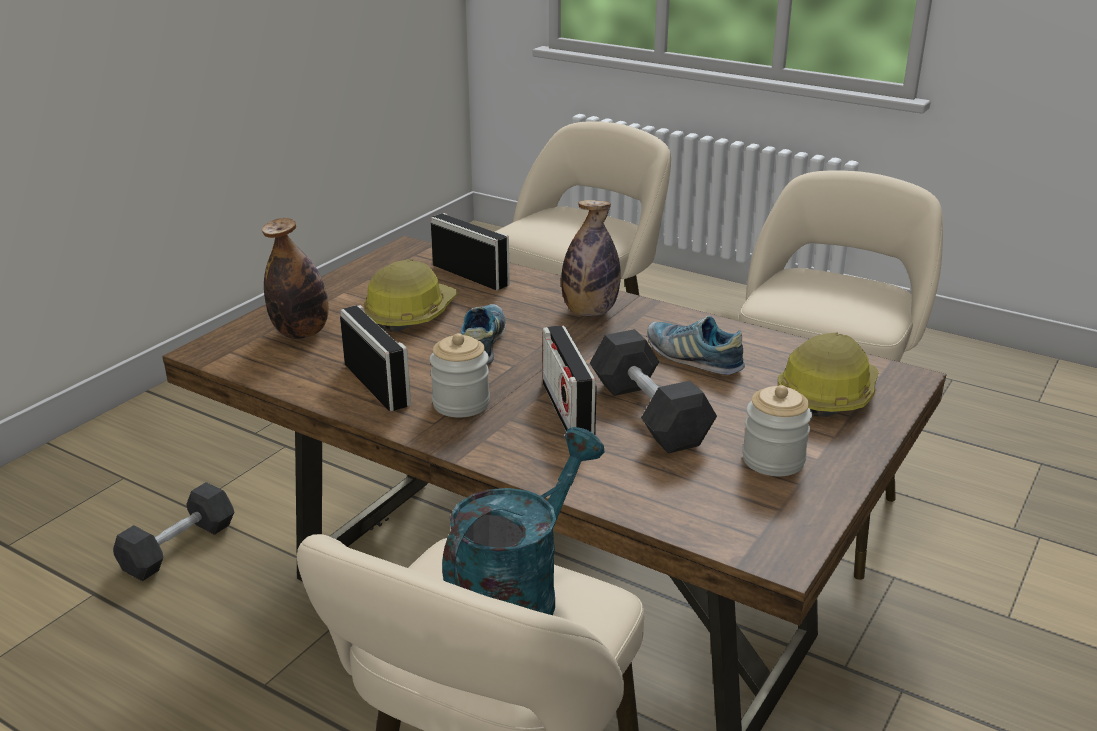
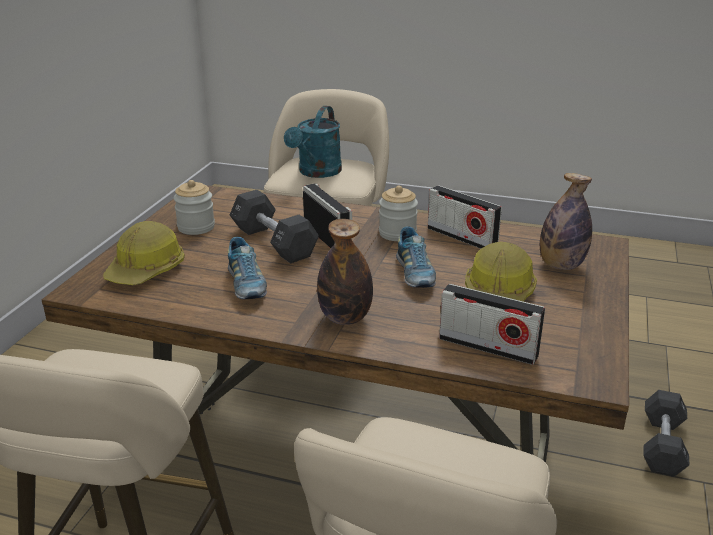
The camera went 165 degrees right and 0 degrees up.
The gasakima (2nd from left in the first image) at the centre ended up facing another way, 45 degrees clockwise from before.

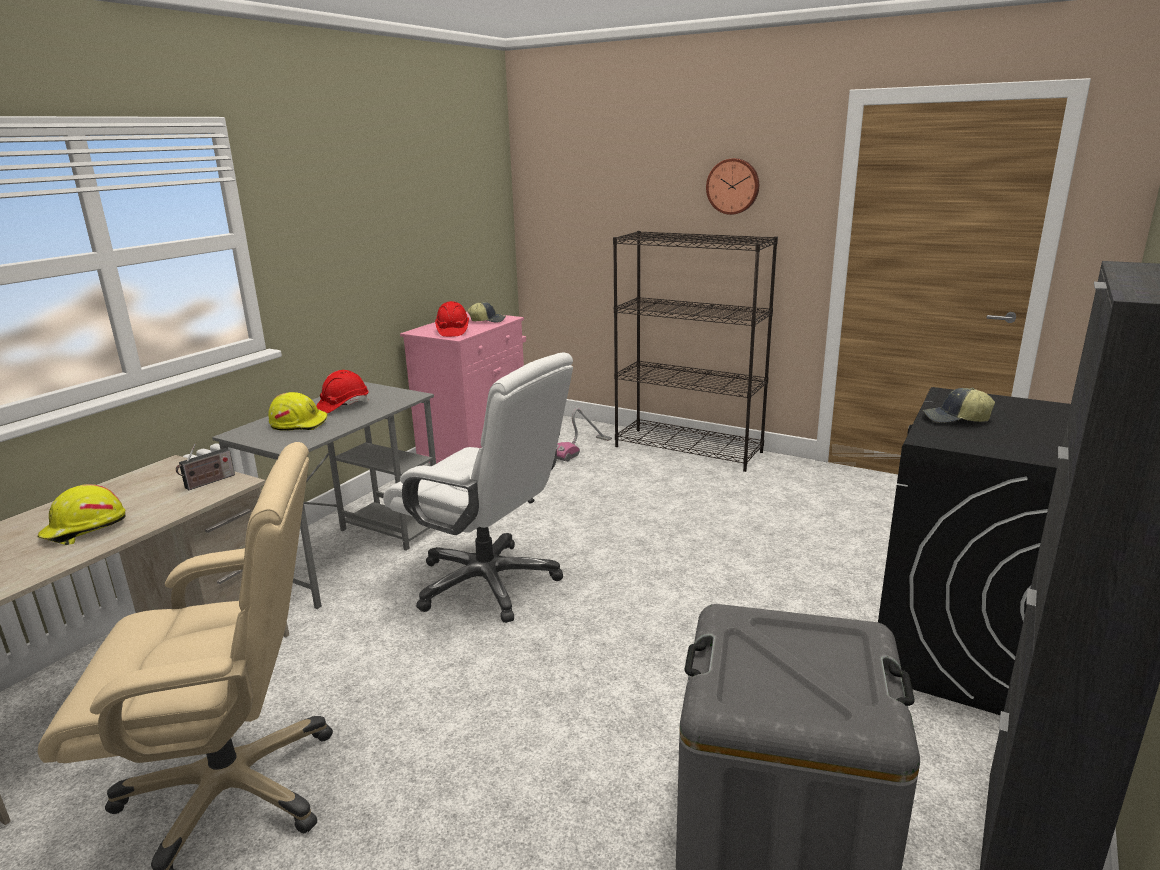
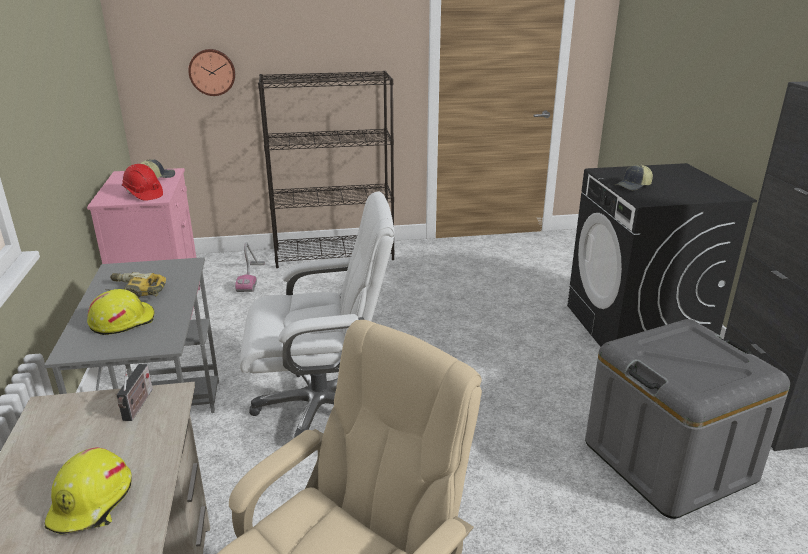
The camera went 40 degrees left and 5 degrees up.
Where the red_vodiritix (1st from left) stood at the middle left, the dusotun came to stand at the middle left.
The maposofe ended up elsewhere, having gone from the top centre to the top left.

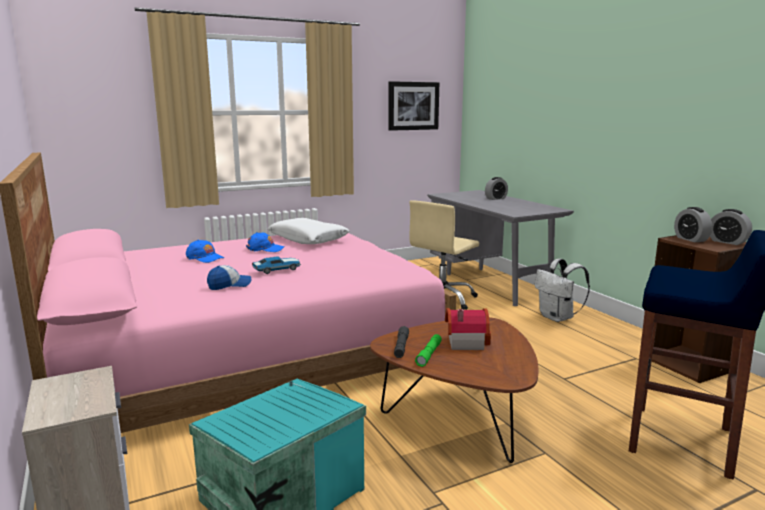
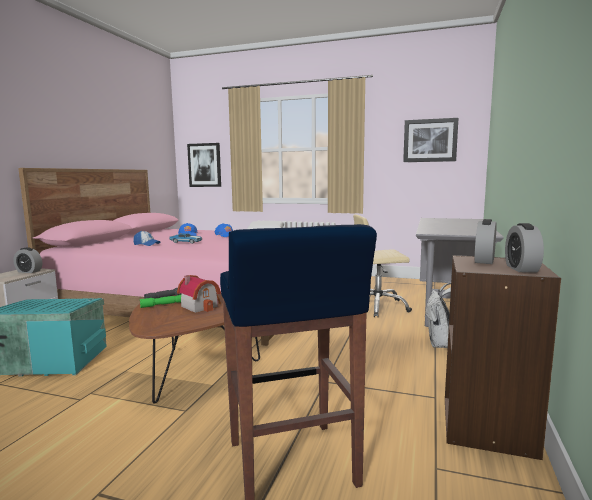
The camera went 45 degrees right and 5 degrees down.
The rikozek (1st from left) ended up elsewhere, having gone from the centre to the middle left.
The second view gained the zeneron (1st from left) at the top centre.

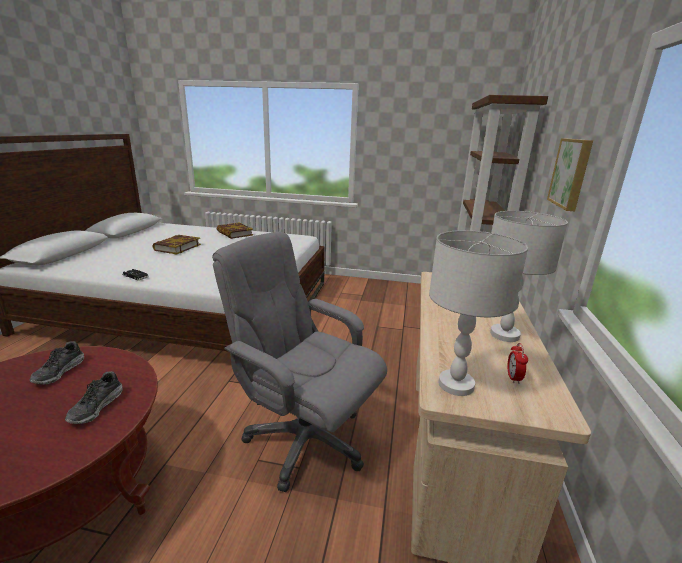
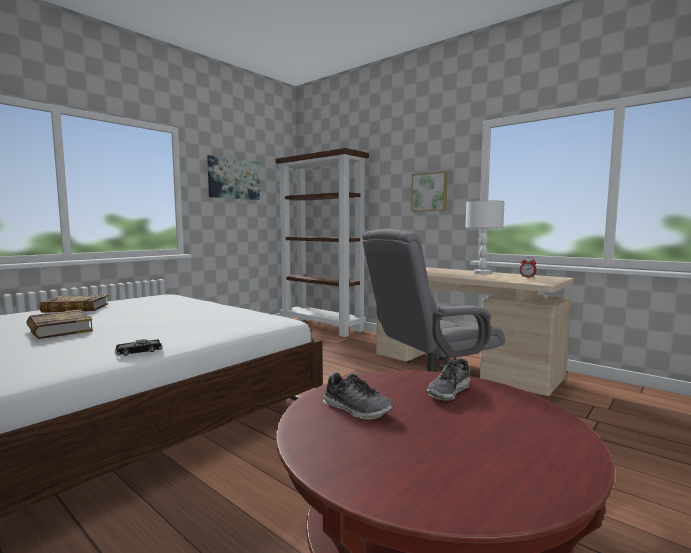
The camera went 60 degrees left and 15 degrees down.
The second view gained the zeneron (1st from left) at the top centre.
The gasakima (2nd from left) at the bottom left ended up facing another way, 90 degrees clockwise from before.
The second view lost the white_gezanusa (1st from left) at the middle right.

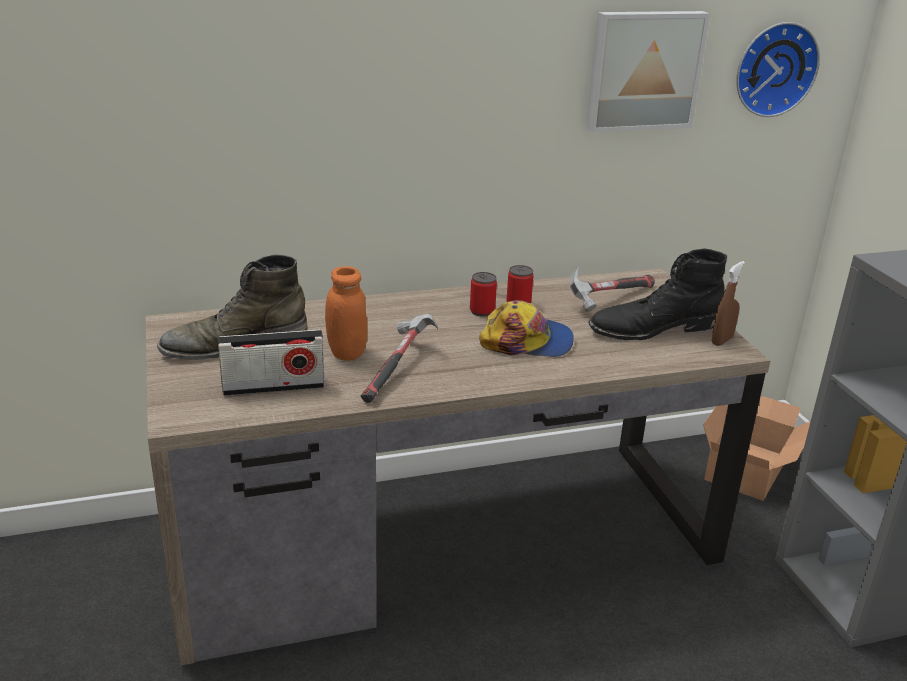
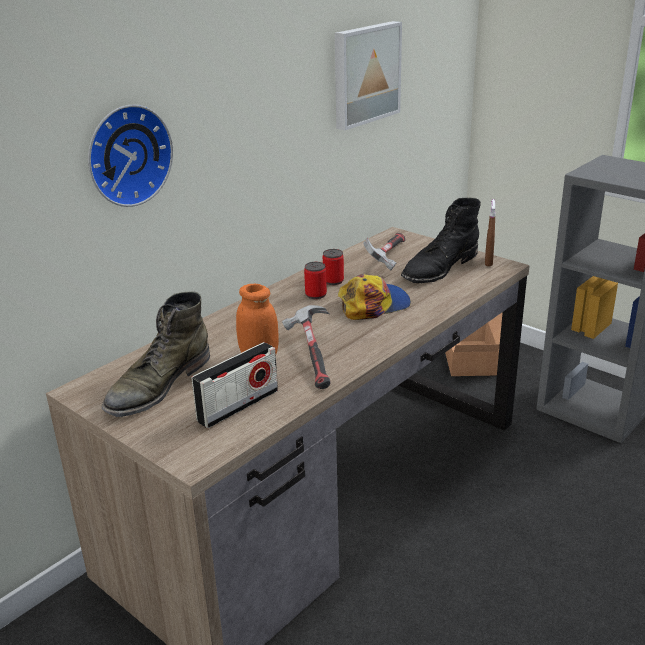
The camera went 30 degrees left and 0 degrees up.
The maposofe ended up elsewhere, having gone from the top right to the top left.

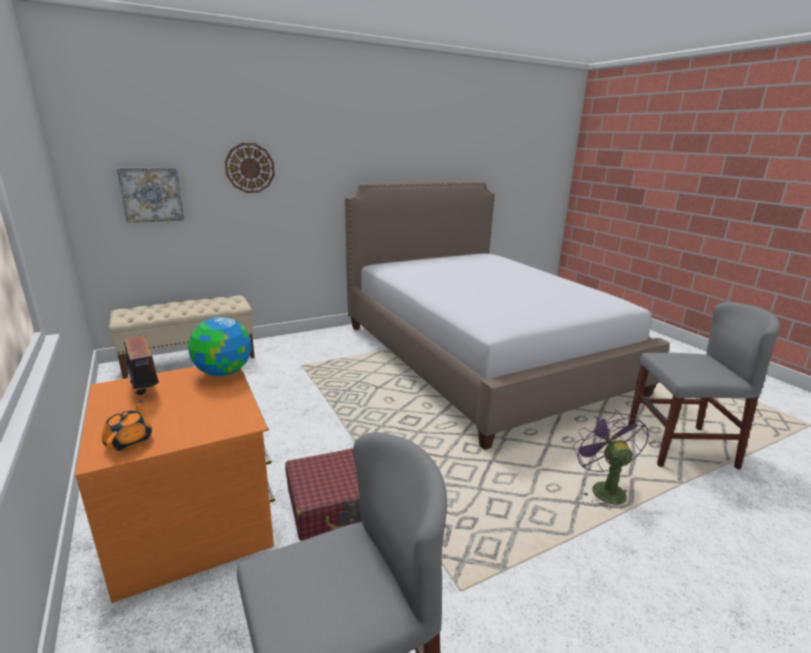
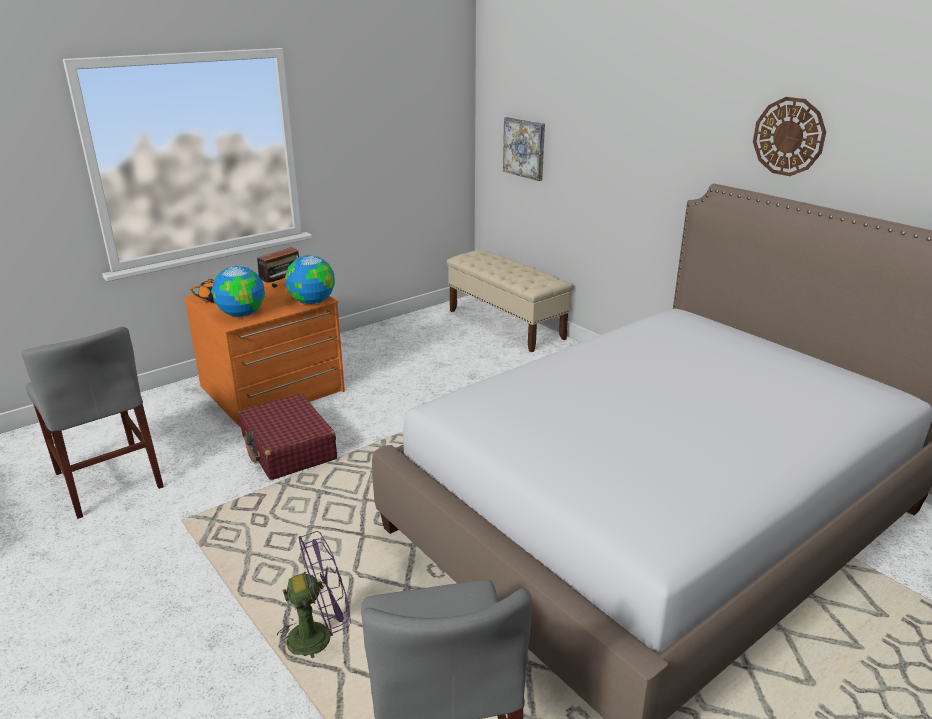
The camera went 80 degrees right and 5 degrees up.
The second view gained the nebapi (1st from left) at the middle left.
The maposofe ended up elsewhere, having gone from the top left to the top right.

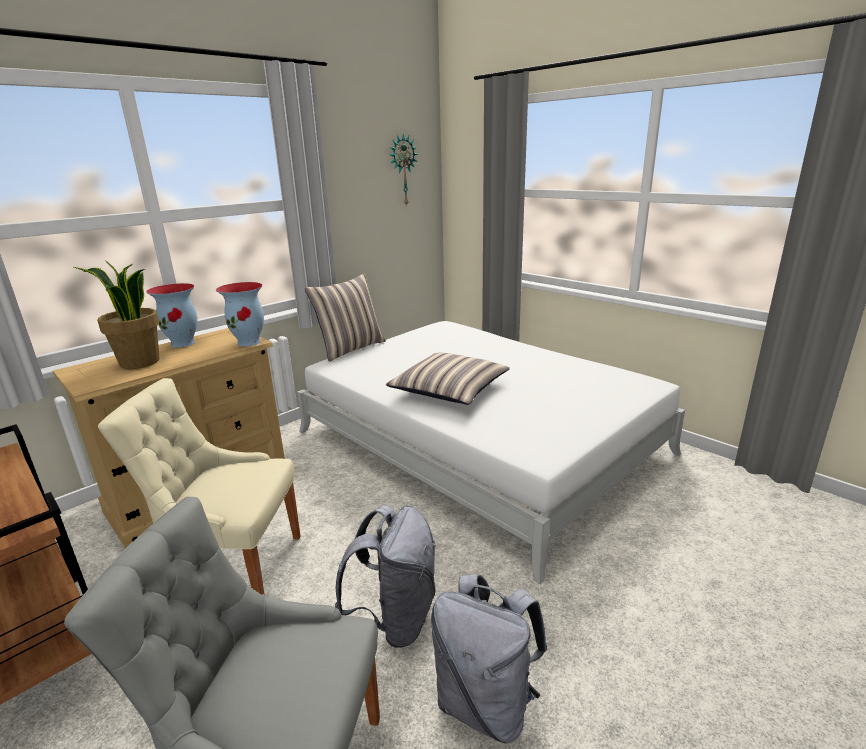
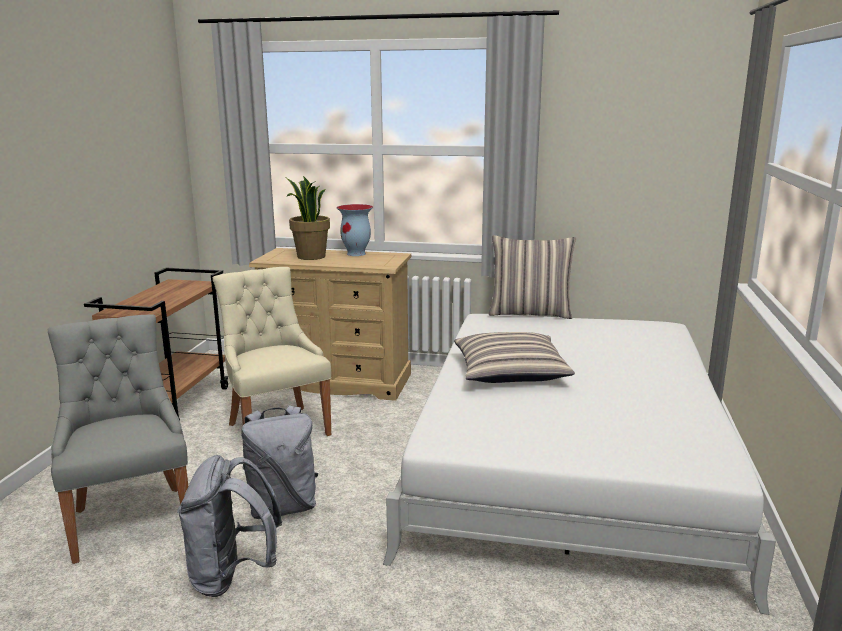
The camera went 55 degrees right and 5 degrees down.
The second view lost the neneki (2nd from left) at the middle left.
The second view lost the maposofe at the top centre.

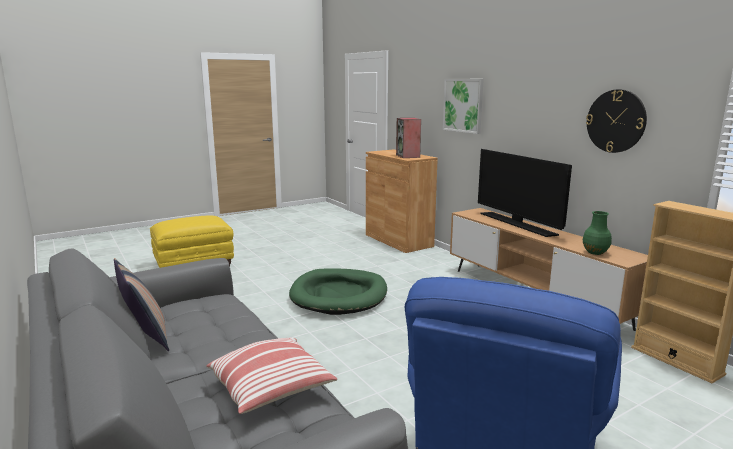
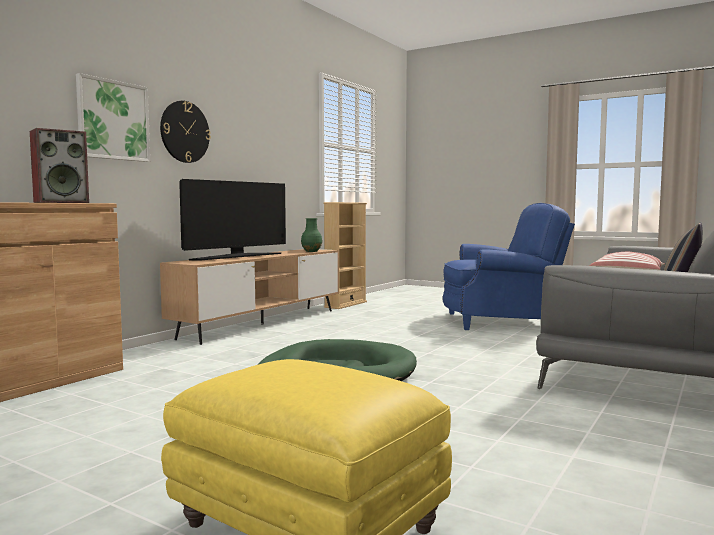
The camera went 115 degrees left and 10 degrees down.
The maposofe ended up elsewhere, having gone from the top right to the top left.

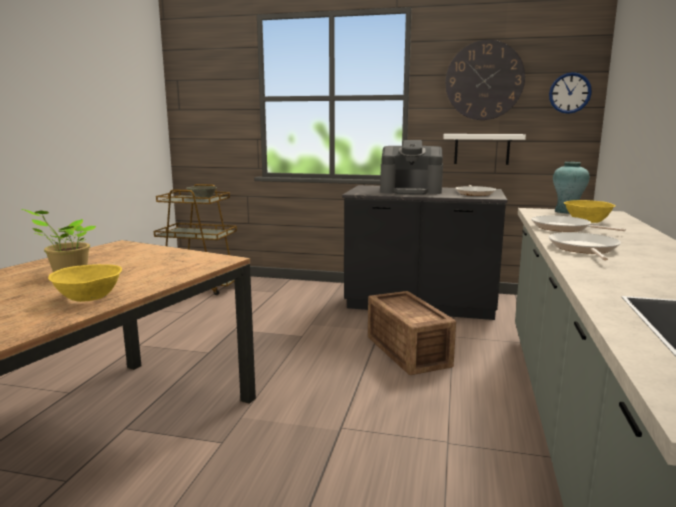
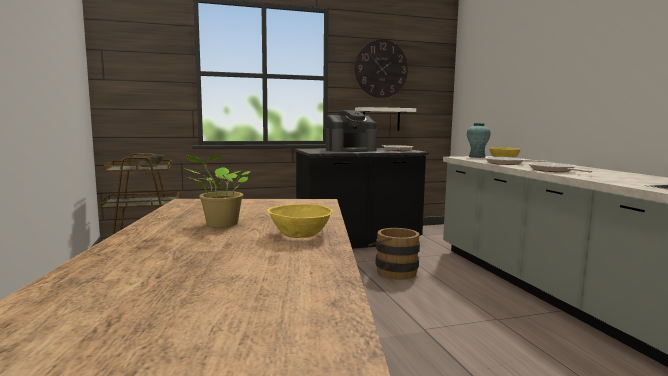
The camera went 30 degrees left and 5 degrees down.
Where the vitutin stood at the centre, the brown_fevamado came to stand at the bottom centre.
The second view lost the maposofe (2nd from left) at the top right.

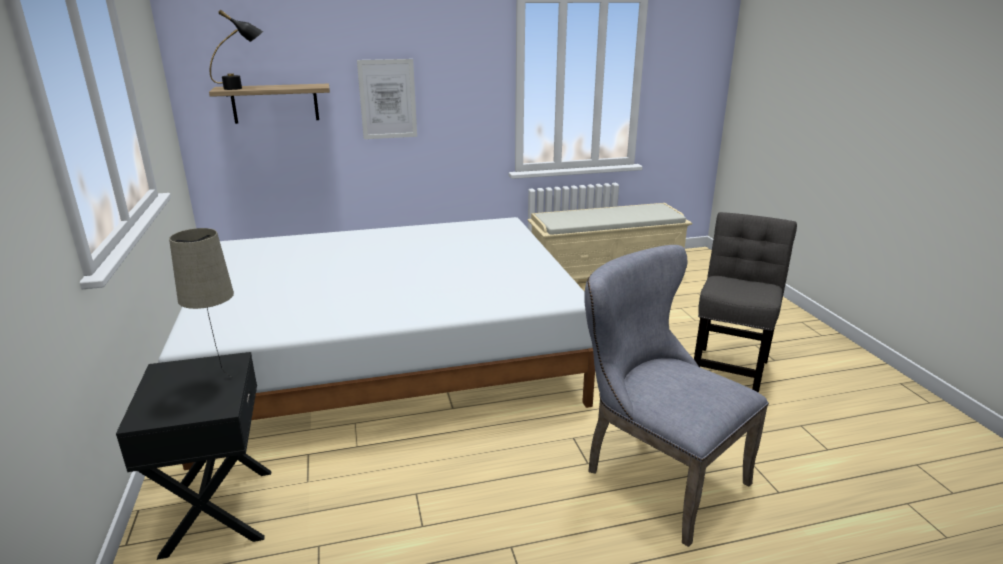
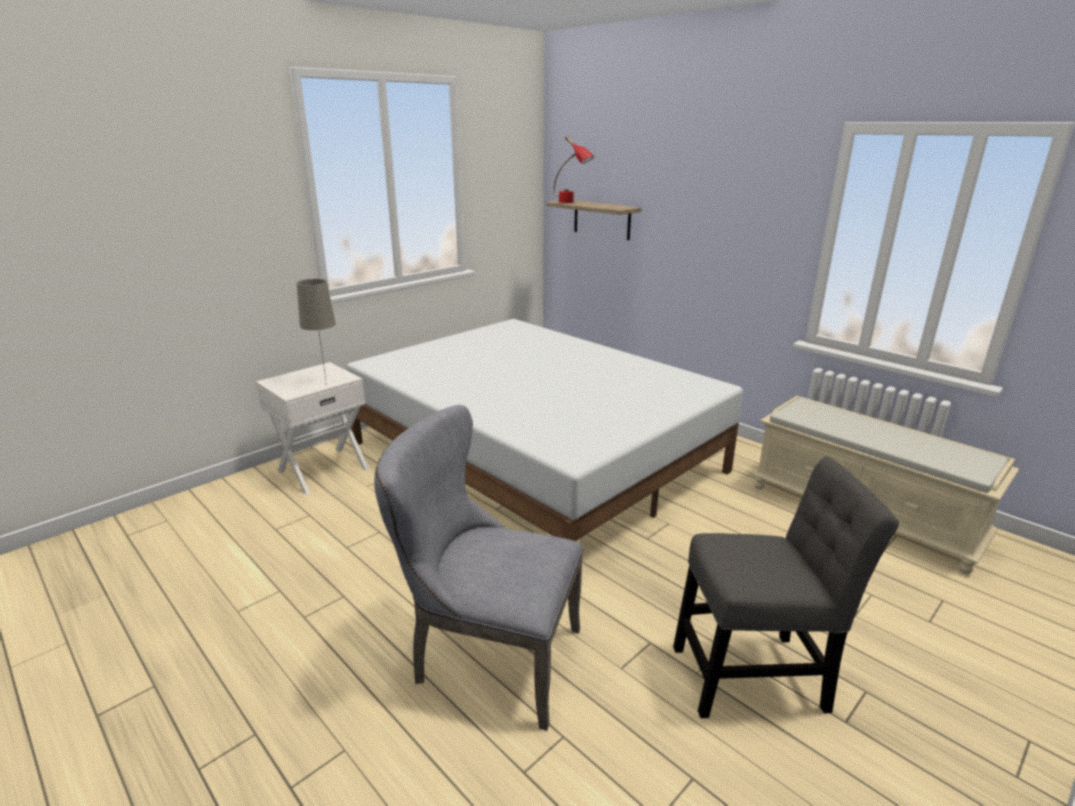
The camera went 60 degrees right and 0 degrees up.
What was the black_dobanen at the bottom left turned into the white_dobanen at the middle left.
The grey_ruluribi (1st from left) at the bottom right ended up facing another way, 90 degrees counterclockwise from before.
What was the black_gezanusa at the top left turned into the red_gezanusa at the top centre.
The second view lost the zeneron at the top centre.

